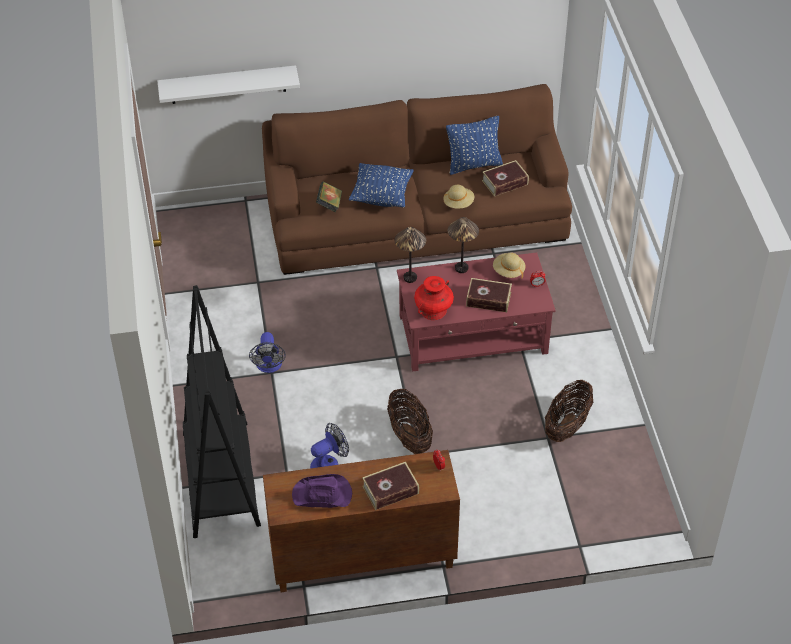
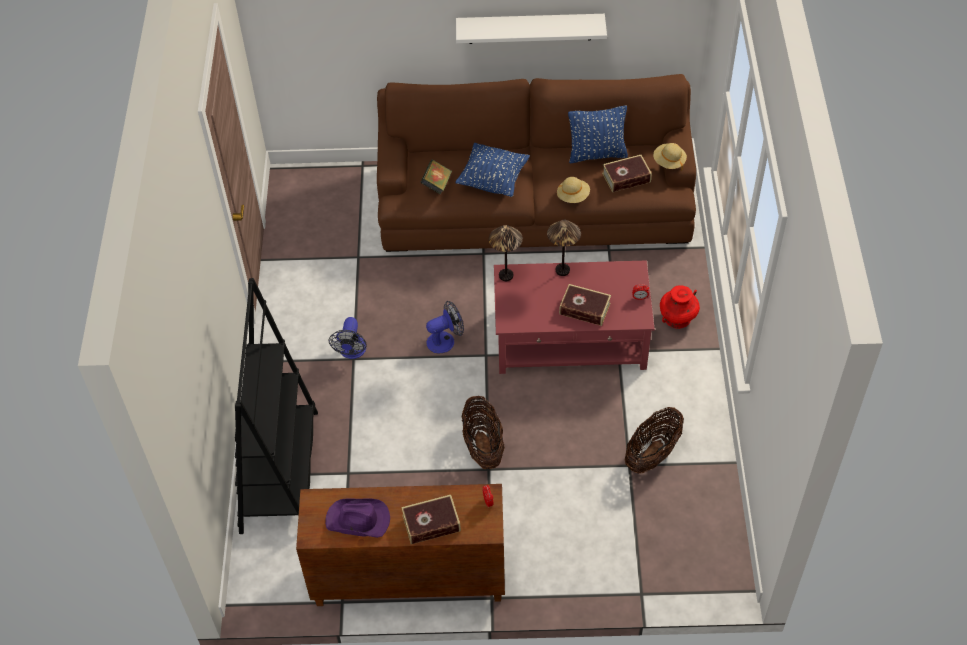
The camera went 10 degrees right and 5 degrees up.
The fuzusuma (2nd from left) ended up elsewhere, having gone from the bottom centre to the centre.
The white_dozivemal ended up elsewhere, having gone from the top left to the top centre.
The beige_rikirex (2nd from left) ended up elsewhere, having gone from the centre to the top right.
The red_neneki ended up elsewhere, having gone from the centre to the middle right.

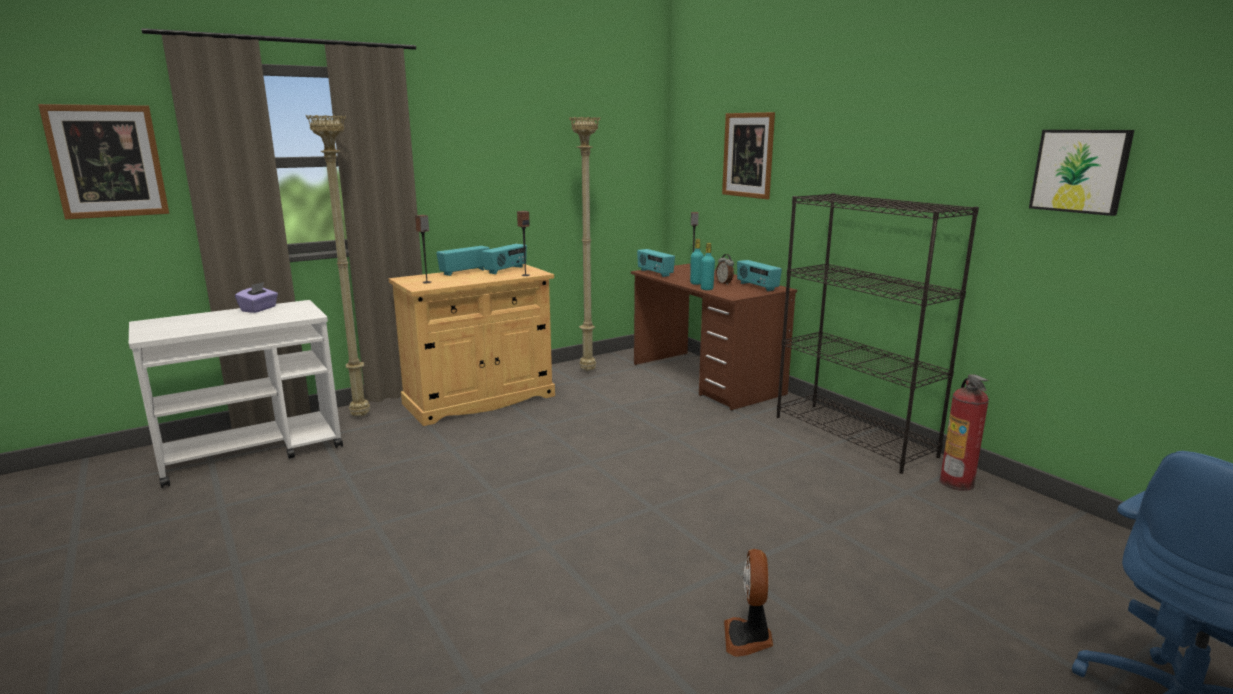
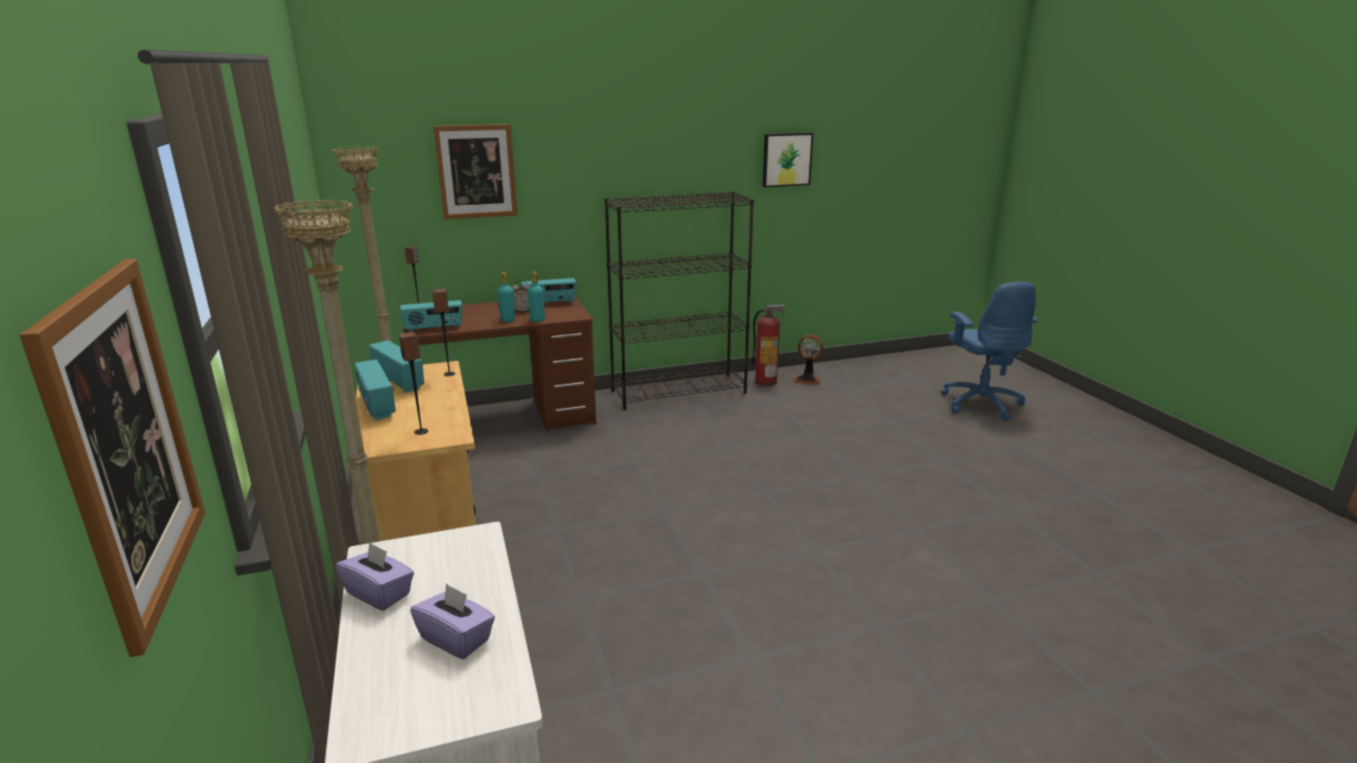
The camera went 75 degrees left and 5 degrees up.
The second view gained the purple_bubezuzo (2nd from left) at the bottom left.
The fuzusuma ended up elsewhere, having gone from the bottom centre to the centre.

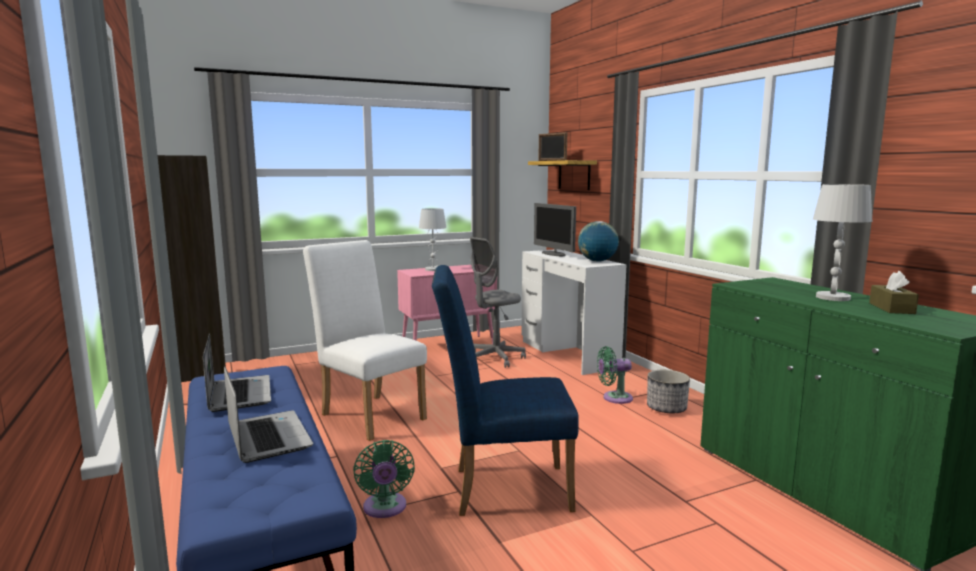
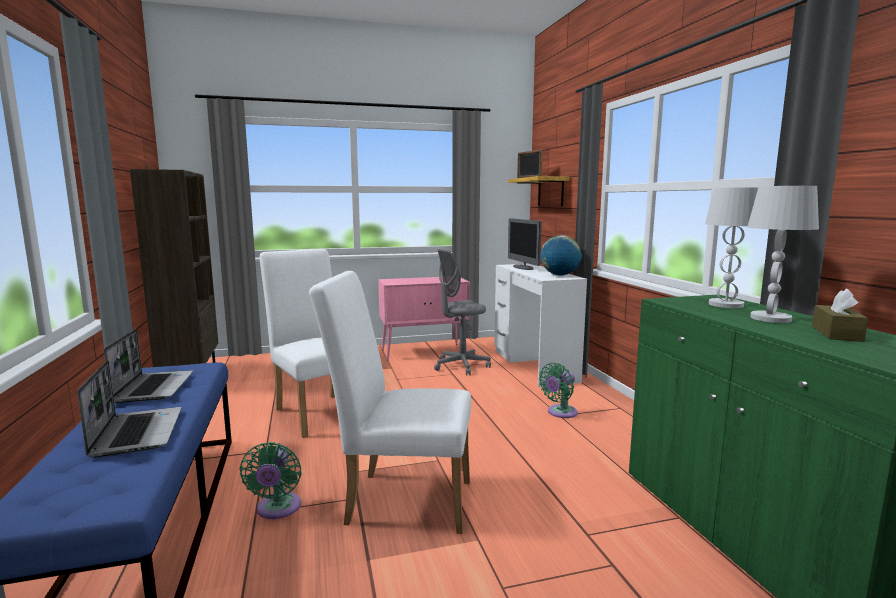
The camera went 10 degrees right and 0 degrees up.
What was the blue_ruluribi at the bottom centre turned into the white_ruluribi (2nd from left) at the bottom centre.
The green_fuzusuma (2nd from left) at the centre ended up facing another way, 45 degrees counterclockwise from before.
The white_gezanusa (1st from left) ended up elsewhere, having gone from the centre to the middle right.
The second view lost the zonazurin at the bottom right.

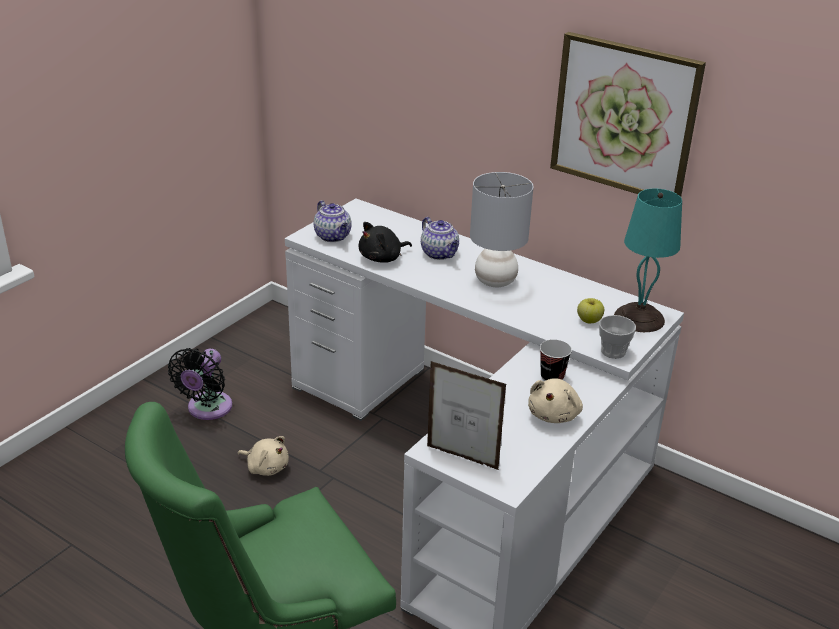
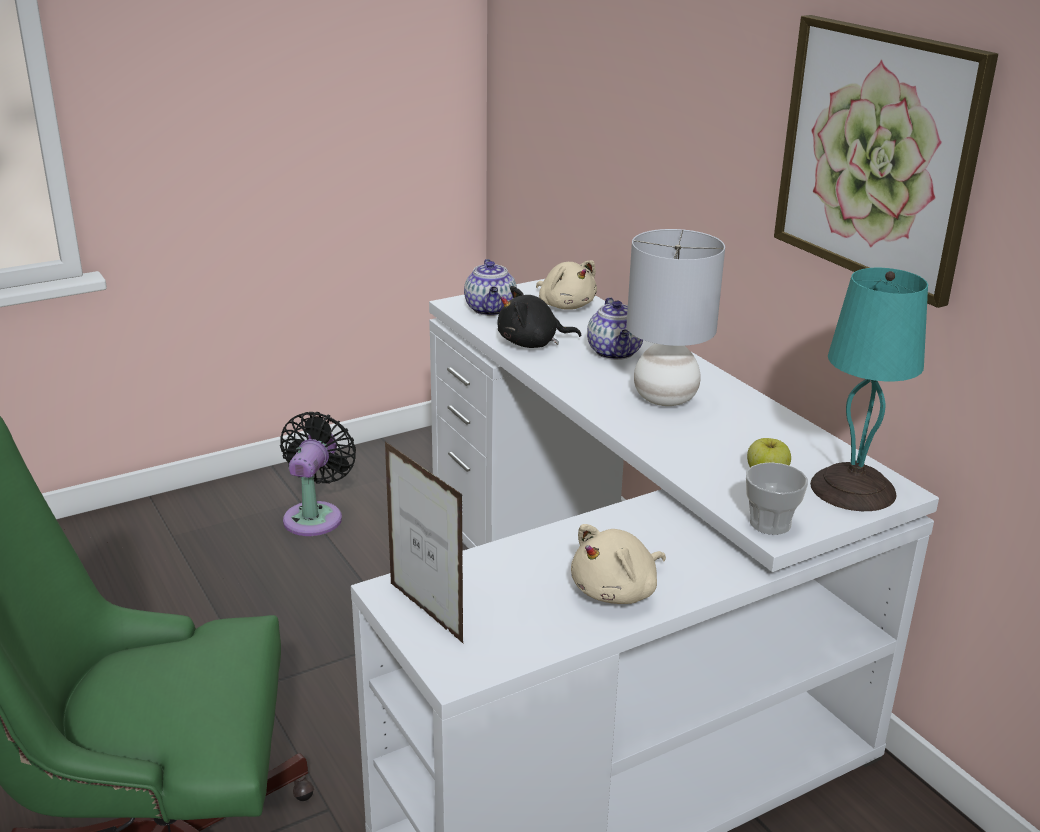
The camera went 25 degrees right and 5 degrees down.
The black_fuzusuma at the middle left ended up facing another way, 150 degrees clockwise from before.
The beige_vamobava (1st from left) ended up elsewhere, having gone from the bottom left to the centre.
The second view lost the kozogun (1st from left) at the centre.

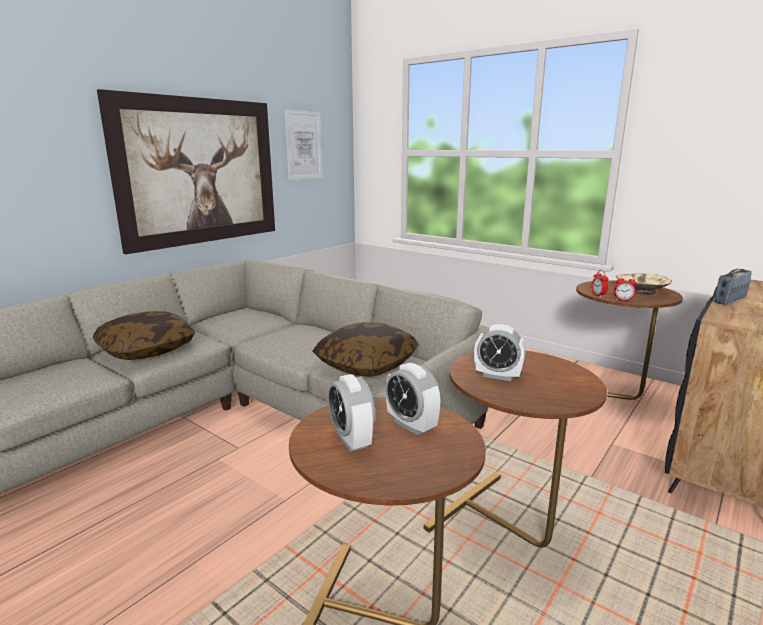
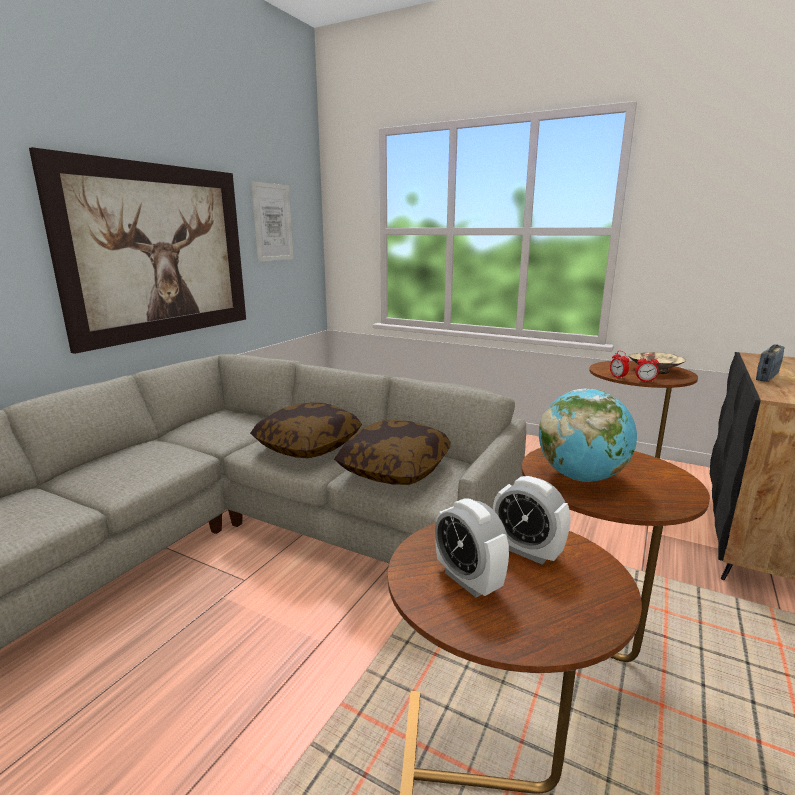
The camera went 10 degrees left and 0 degrees up.
The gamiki (1st from left) ended up elsewhere, having gone from the middle left to the centre.
Where the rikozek (3rd from left) stood at the centre, the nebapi came to stand at the middle right.

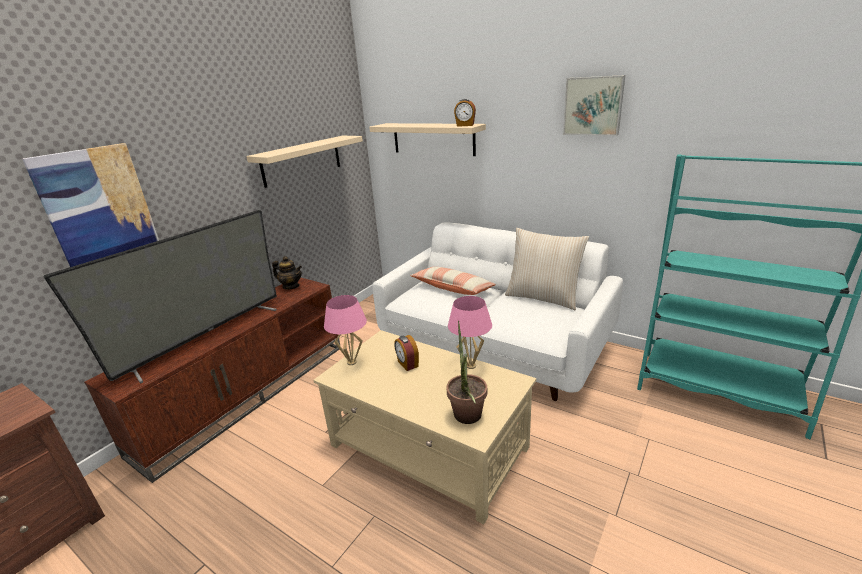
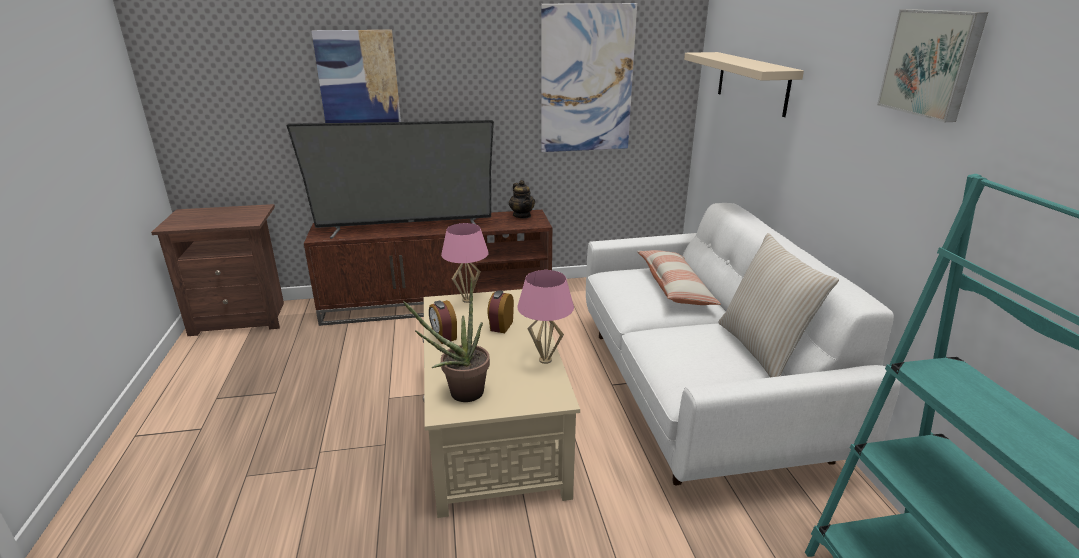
The camera went 45 degrees right and 0 degrees up.
The rikozek (2nd from left in the first image) ended up elsewhere, having gone from the top centre to the centre.
Where the beige_dozivemal (1st from left) hung at the top centre, the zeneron (2nd from left) came to hang at the top centre.

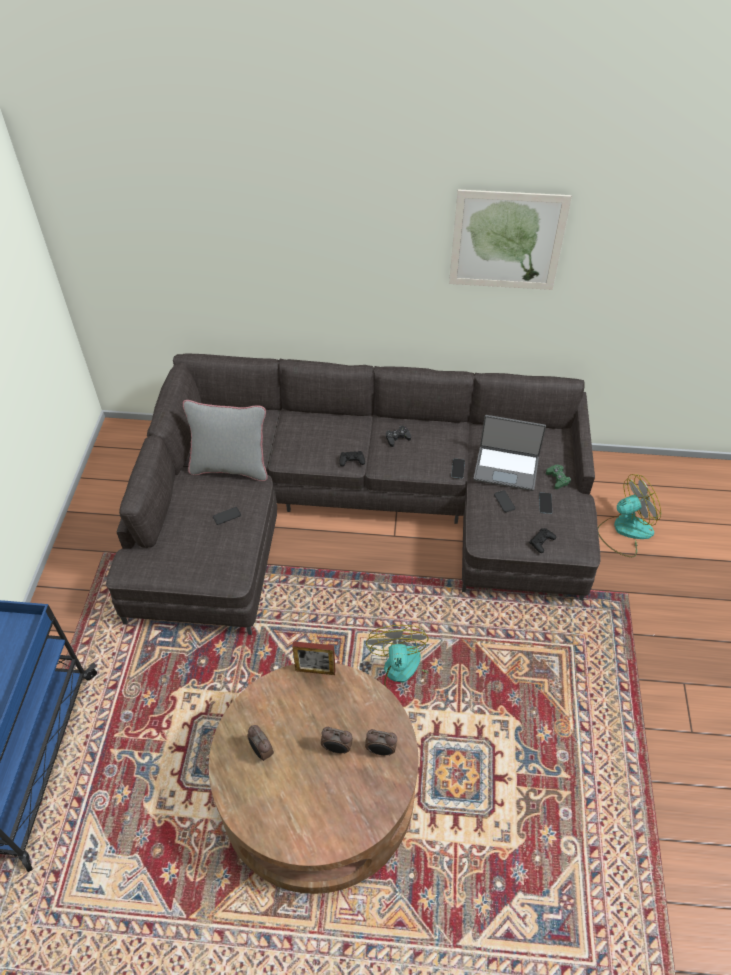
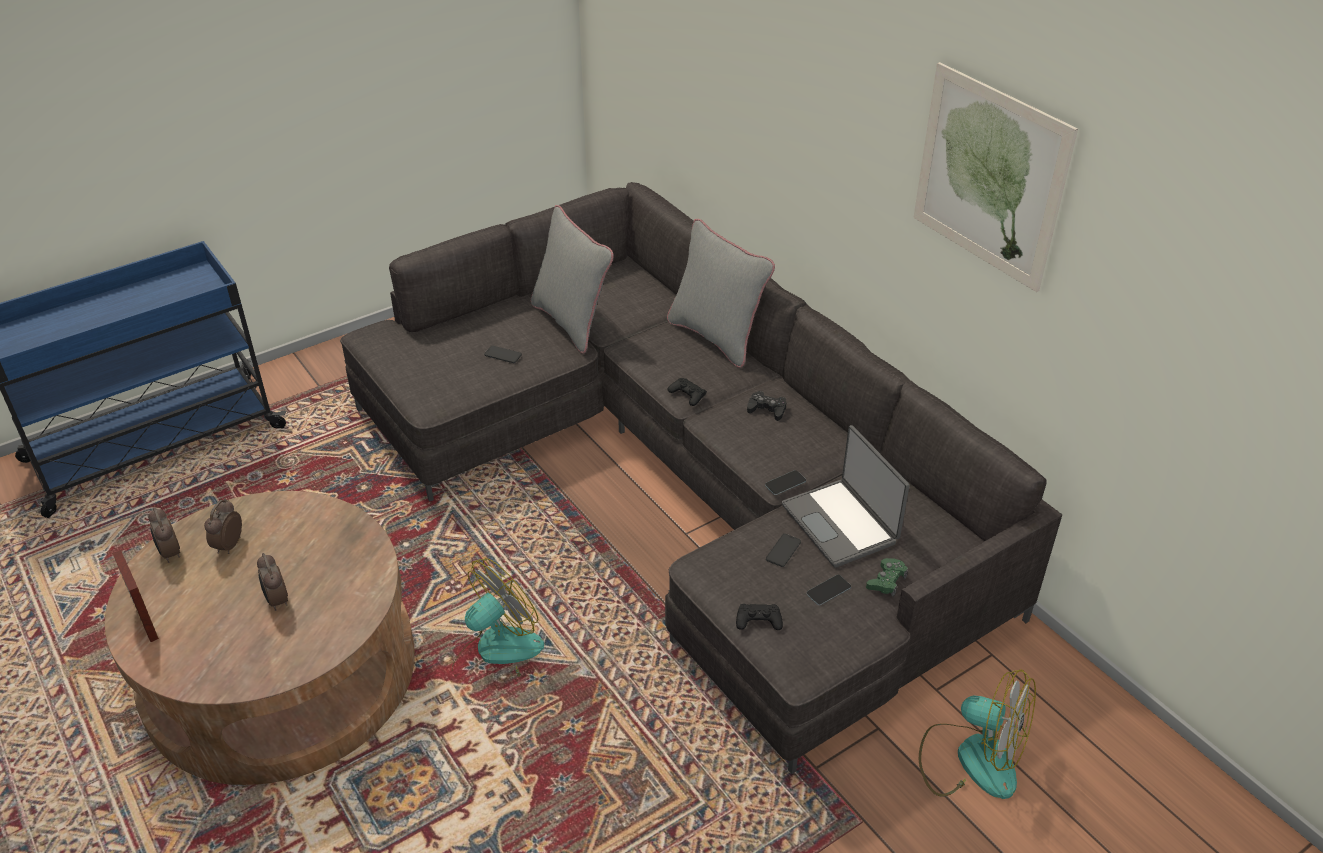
The camera went 50 degrees right and 10 degrees down.
The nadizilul ended up elsewhere, having gone from the bottom centre to the bottom left.
The rikozek (3rd from left in the first image) ended up elsewhere, having gone from the bottom centre to the middle left.
The second view gained the grey_gamiki (2nd from left) at the centre.

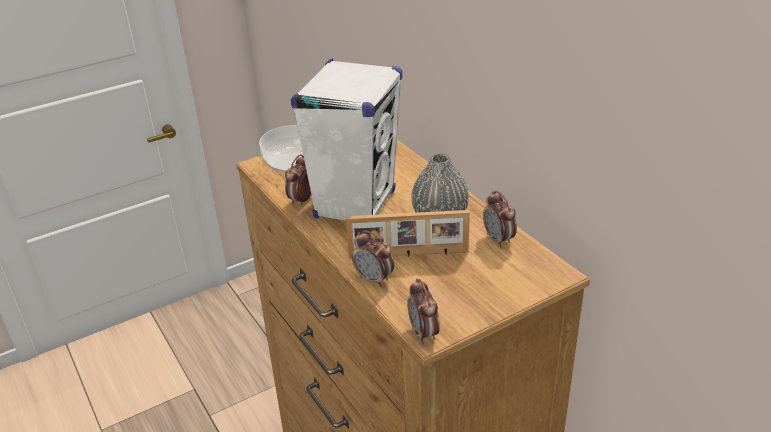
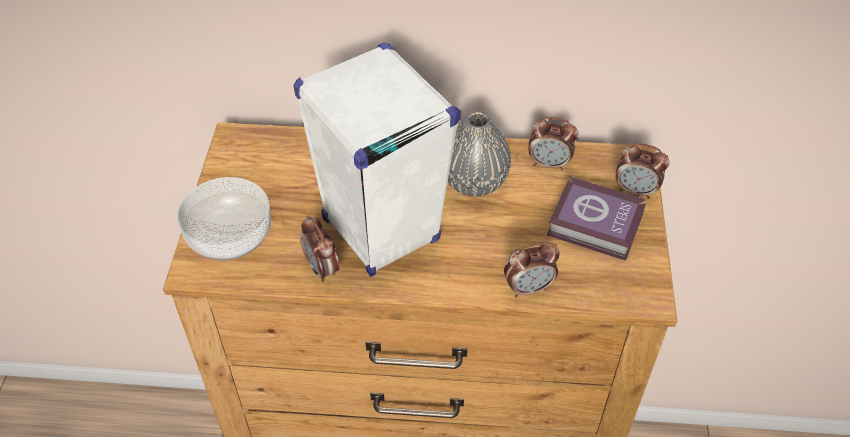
The camera went 55 degrees left and 15 degrees up.
The second view gained the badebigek at the middle right.
The rikozek (3rd from left in the first image) ended up elsewhere, having gone from the bottom centre to the middle right.
The second view lost the nadizilul at the centre.

